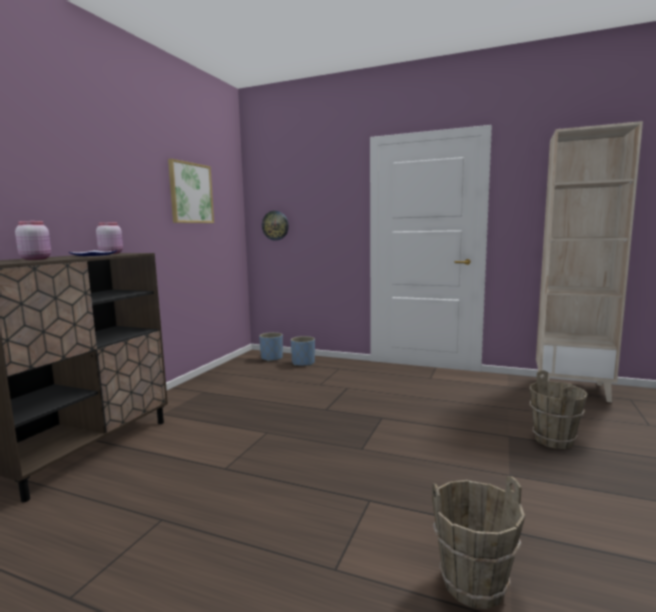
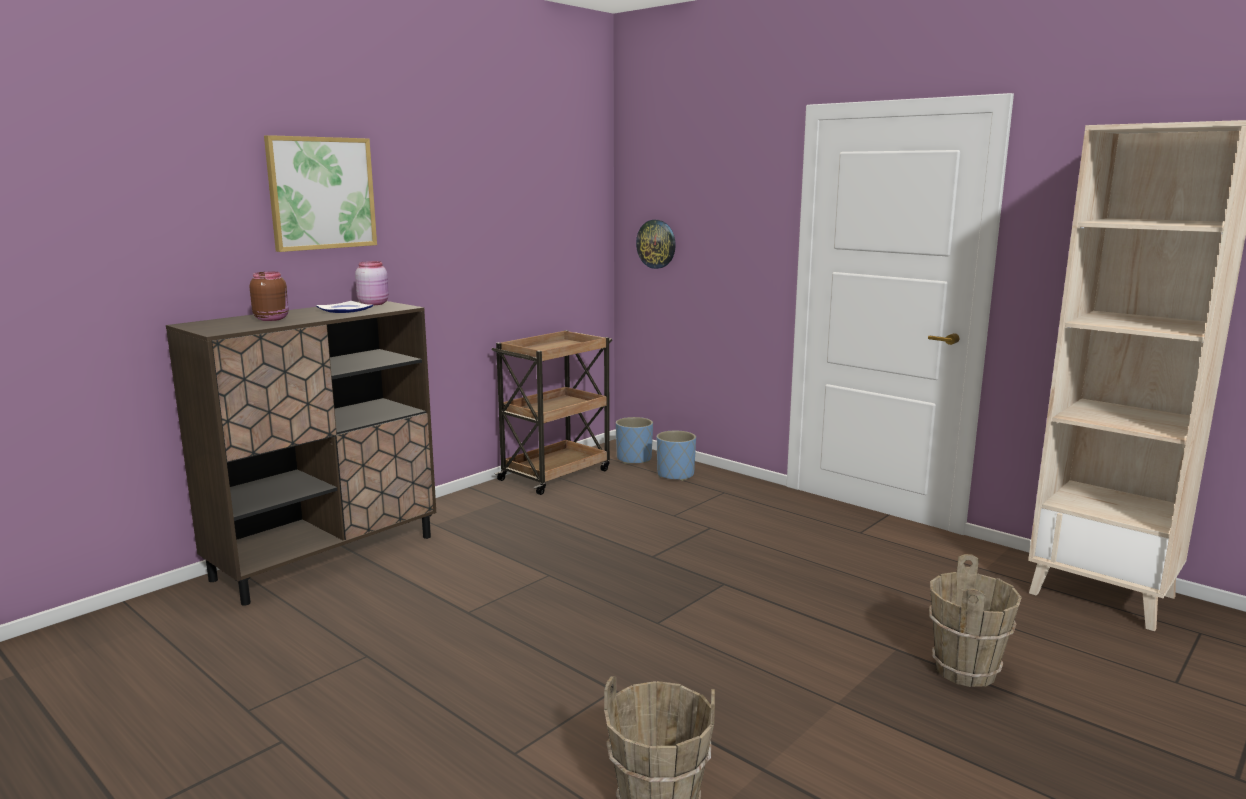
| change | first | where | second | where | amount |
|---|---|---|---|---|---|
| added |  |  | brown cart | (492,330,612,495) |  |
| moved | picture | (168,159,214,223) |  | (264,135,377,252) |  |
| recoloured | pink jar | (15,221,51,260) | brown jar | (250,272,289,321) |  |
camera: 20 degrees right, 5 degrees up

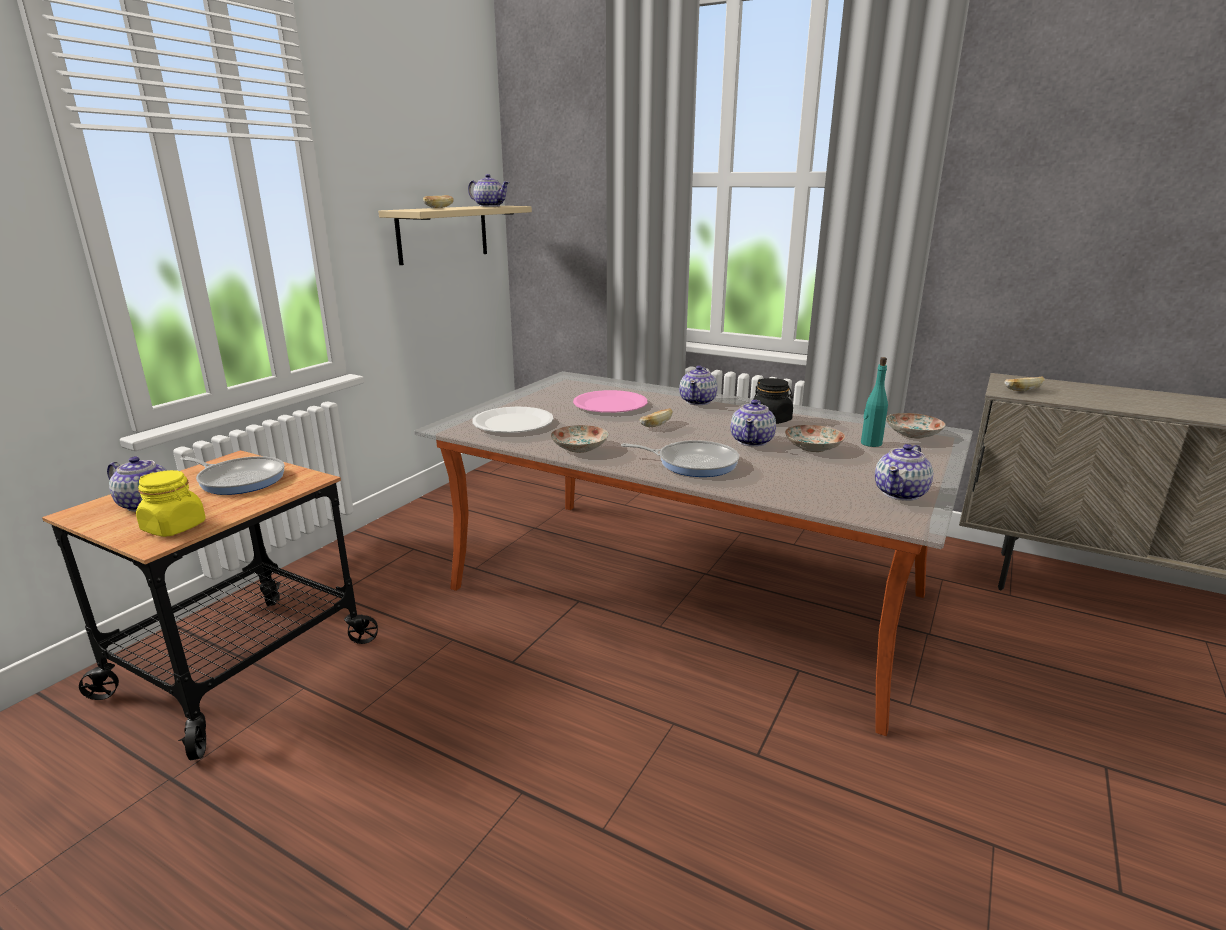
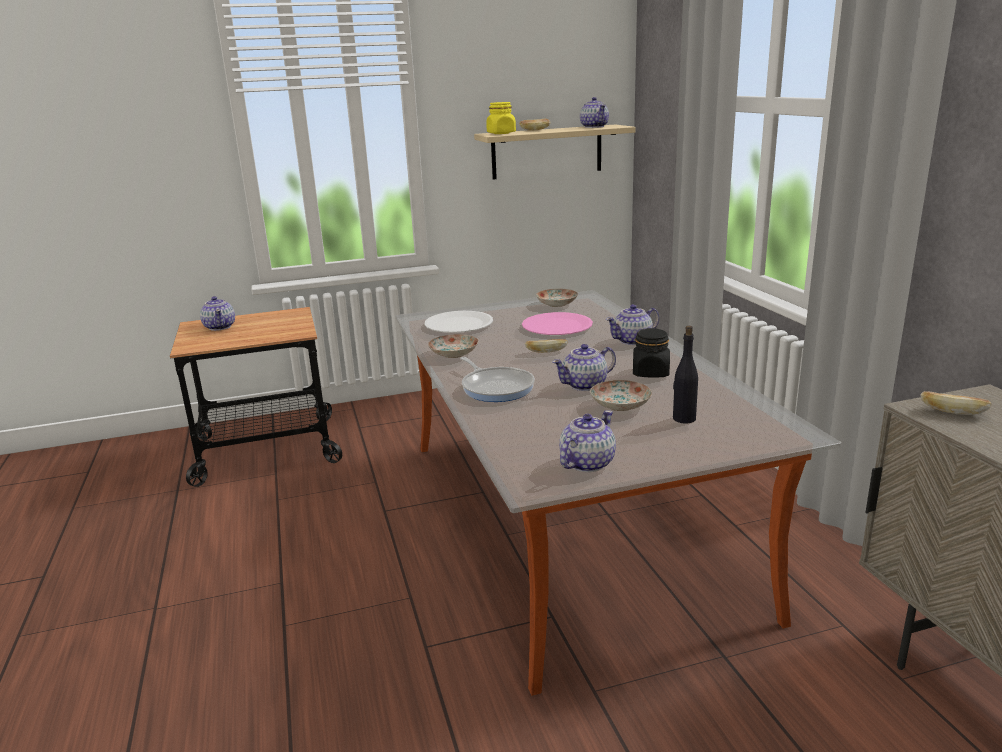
| change | first | where | second | where | amount |
|---|---|---|---|---|---|
| removed | frying pan | (180,456,285,495) |  |  |  |
| moved | yellow jar | (136,470,206,537) |  | (486,102,516,134) |  |
| moved | plate | (886,413,945,438) |  | (536,289,578,307) |  |
| recoloured | turquoise bottle | (861,357,888,447) | black bottle | (673,326,698,424) |  |
| turned | teapot | (875,444,933,501) |  | (559,410,616,472) | 135 degrees clockwise |
camera: 45 degrees right, 0 degrees up

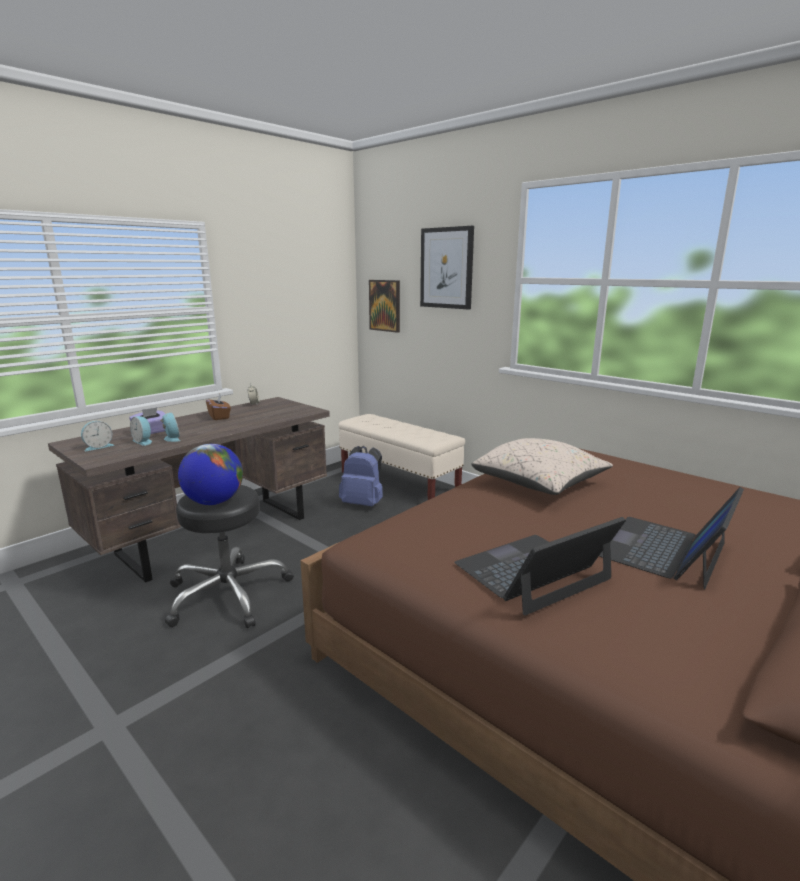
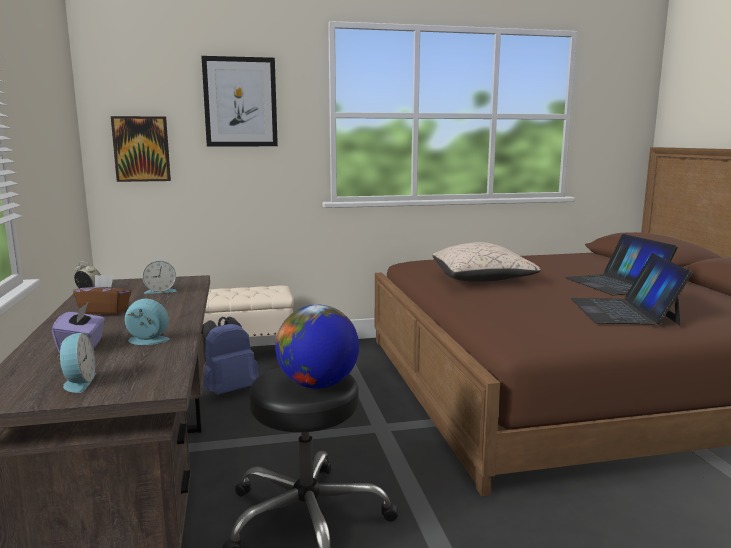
| change | first | where | second | where | amount |
|---|---|---|---|---|---|
| moved | alarm clock | (130,416,152,446) |  | (142,260,177,294) |  |
camera: 55 degrees left, 5 degrees down

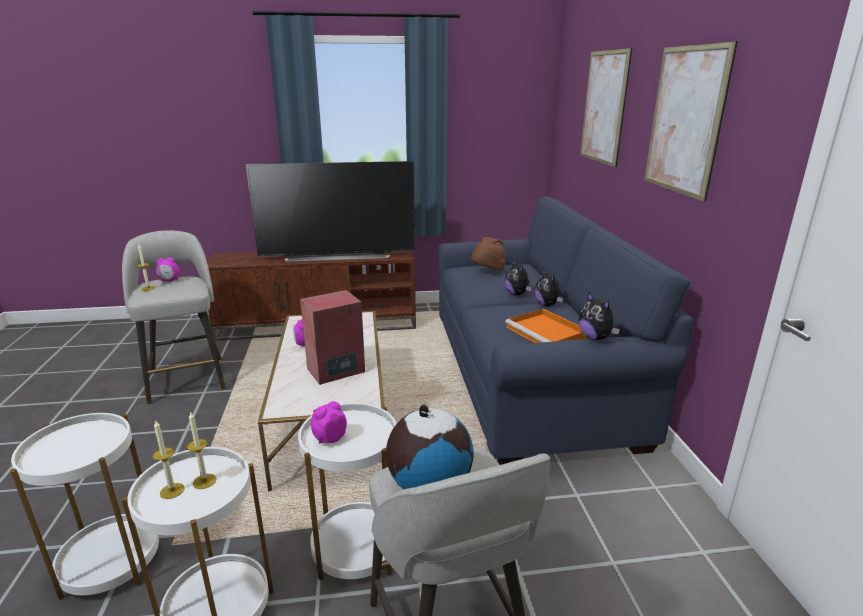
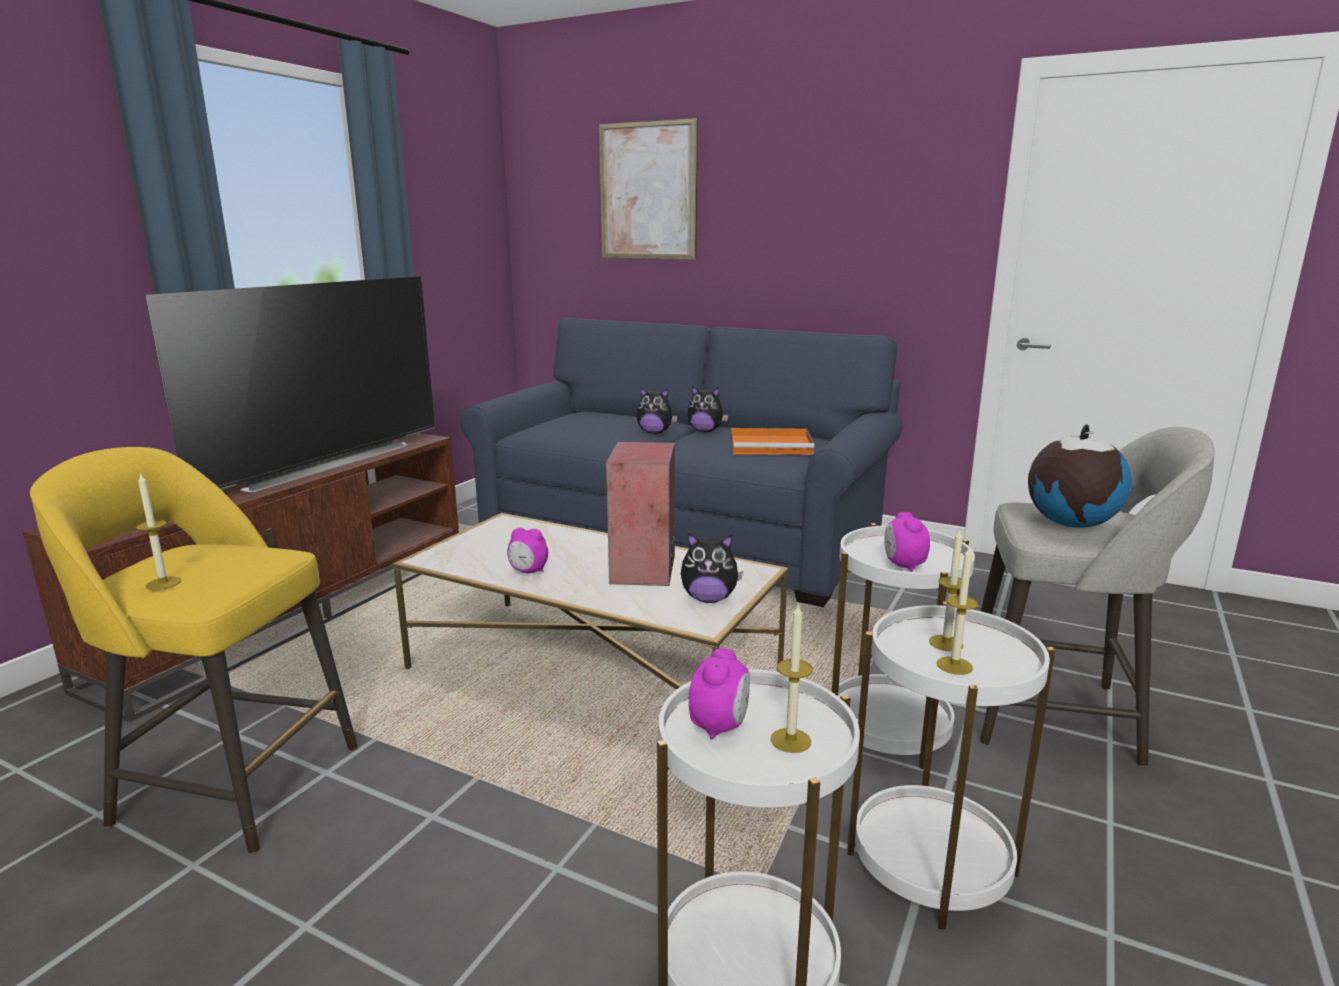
| change | first | where | second | where | amount |
|---|---|---|---|---|---|
| removed | brown hat | (471,237,506,271) |  |  |  |
| removed | picture | (644,41,738,202) |  |  |  |
| added |  |  | candle | (771,603,813,753) |  |
| moved | alarm clock | (156,257,179,282) |  | (689,648,750,740) |  |
| moved | plush toy | (579,292,620,340) |  | (681,533,743,603) |  |
| recoloured | grey stool | (122,230,226,404) | yellow stool | (30,447,358,853) |  |
camera: 55 degrees left, 5 degrees down

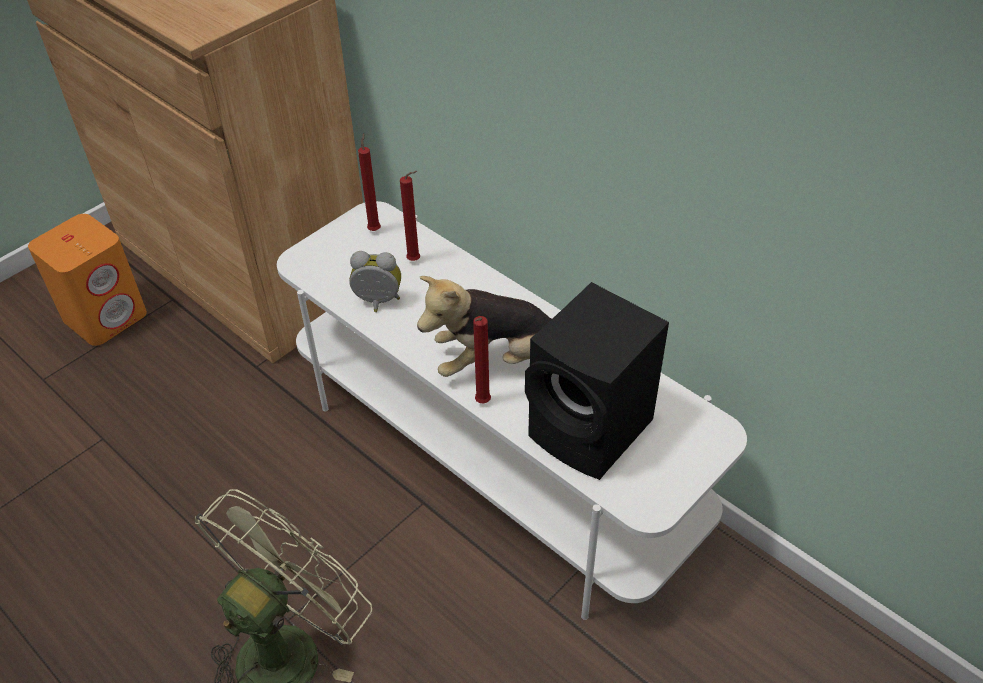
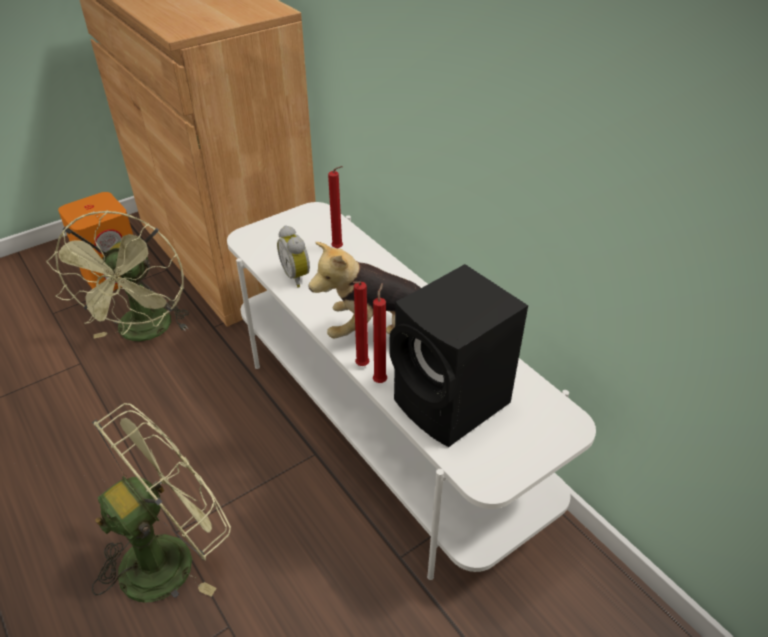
| change | first | where | second | where | amount |
|---|---|---|---|---|---|
| added |  |  | green fan | (46,210,189,341) |  |
| moved | red candle | (358,133,381,231) |  | (373,283,387,383) |  |
| turned | alarm clock | (349,251,401,312) |  | (277,225,310,287) | 135 degrees counterclockwise |
camera: 10 degrees right, 5 degrees down

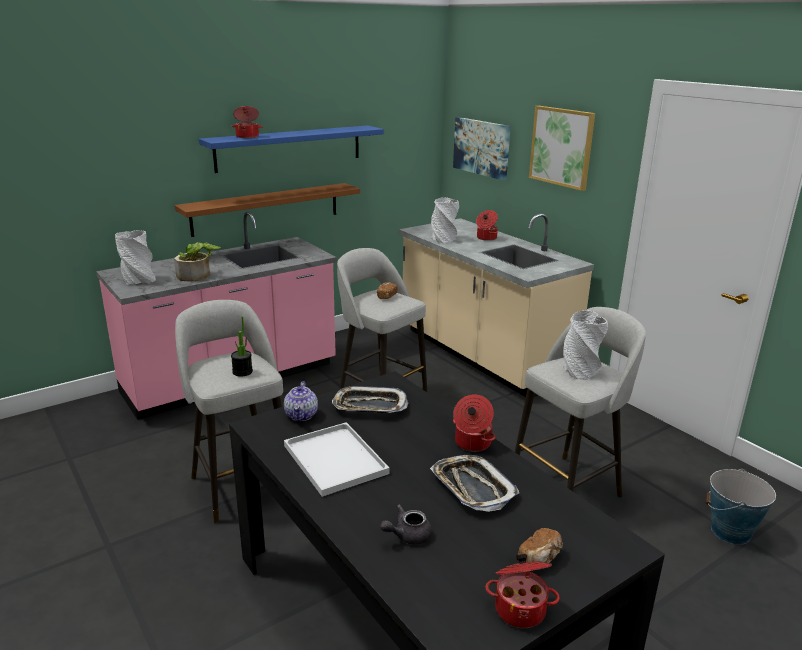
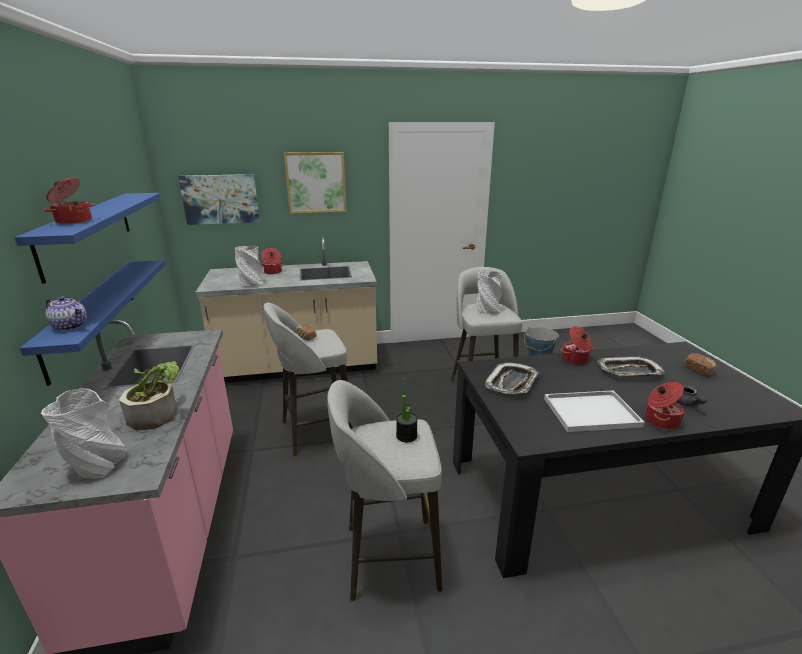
| change | first | where | second | where | amount |
|---|---|---|---|---|---|
| moved | teapot | (284,381,318,421) |  | (46,296,87,331) |  |
| moved | cooking pot | (485,554,560,628) |  | (645,382,685,429) |  |
| recoloured | brown shelf | (175,183,360,237) | blue shelf | (20,260,165,386) |  |
camera: 65 degrees left, 0 degrees up

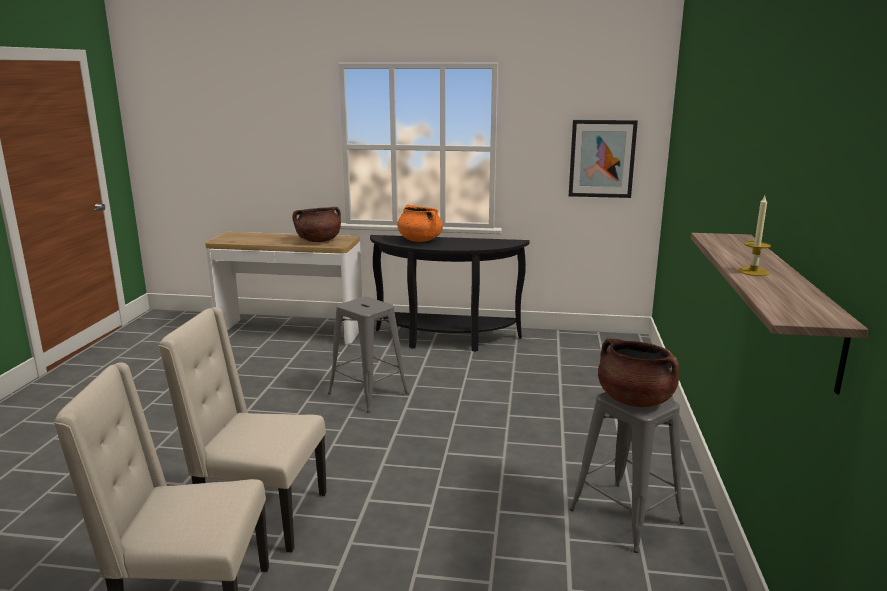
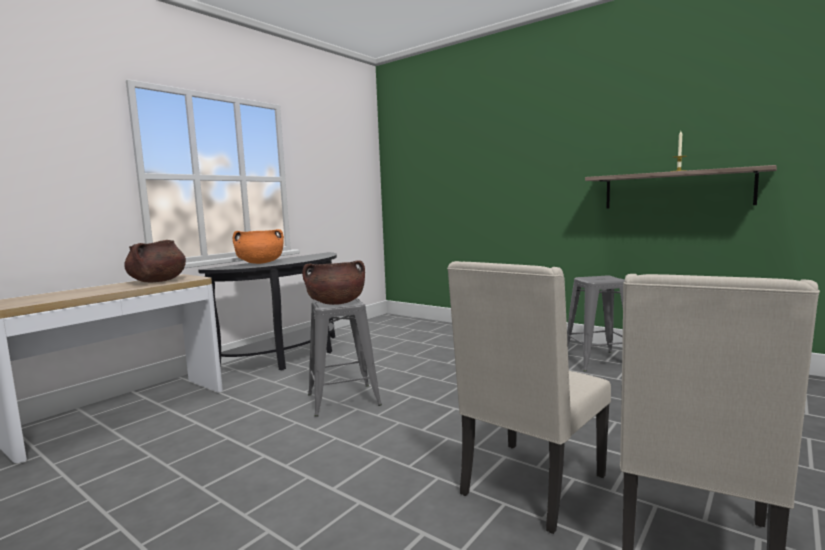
| change | first | where | second | where | amount |
|---|---|---|---|---|---|
| removed | picture | (569,120,638,198) |  |  |  |
| moved | brown cooking pot | (598,338,679,407) |  | (302,260,365,305) |  |
camera: 60 degrees left, 10 degrees down

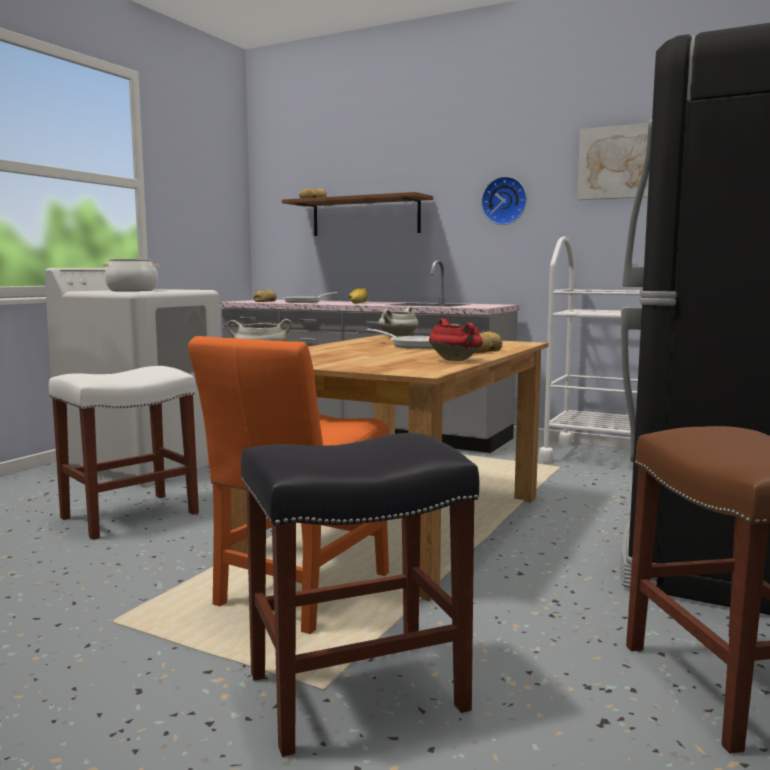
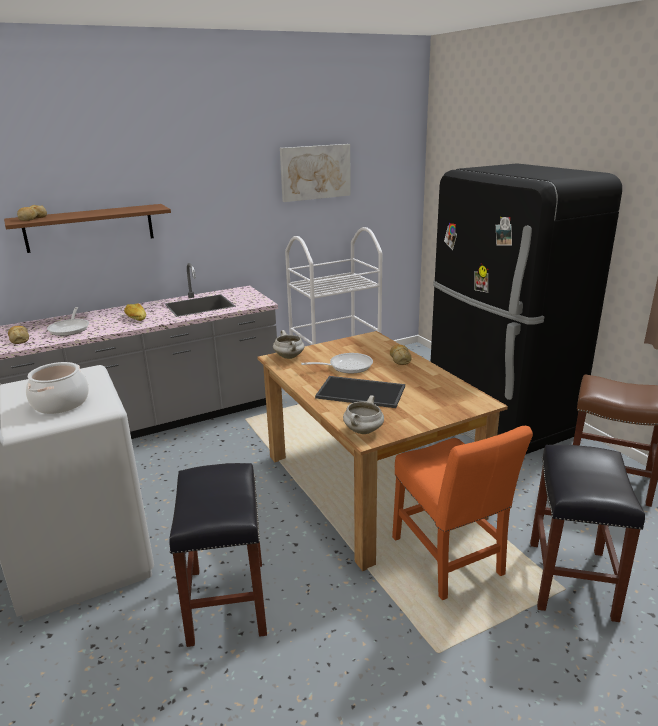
| change | first | where | second | where | amount |
|---|---|---|---|---|---|
| removed | red cooking pot | (429,319,483,361) |  |  |  |
| removed | wall clock | (481,176,527,225) |  |  |  |
| added |  |  | tray | (315,376,405,408) |  |
| recoloured | white stool | (49,366,199,540) | black stool | (169,463,267,647) |  |
camera: 55 degrees left, 15 degrees up

